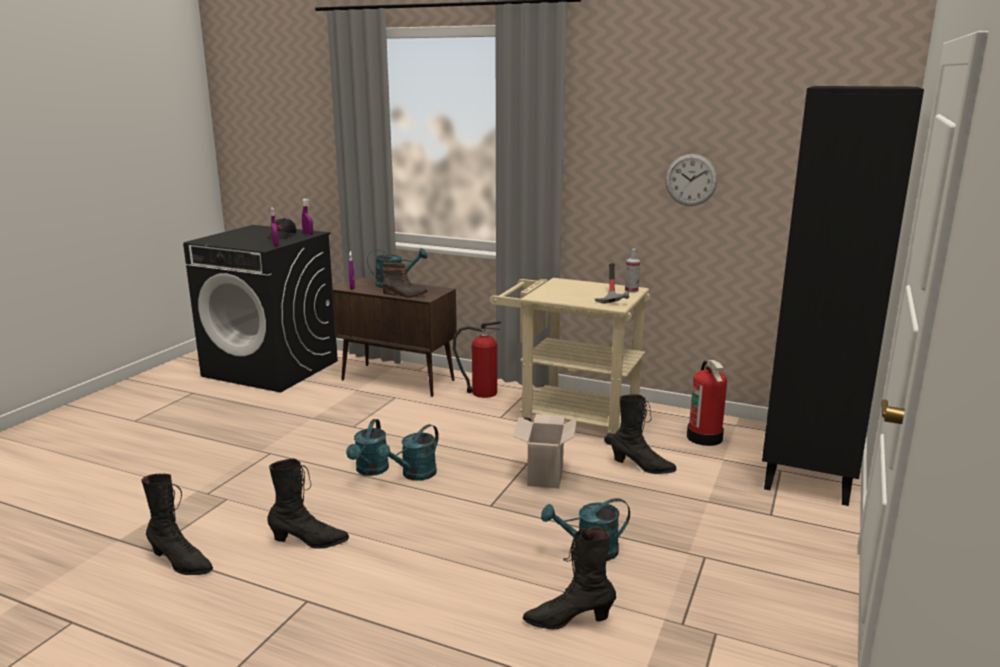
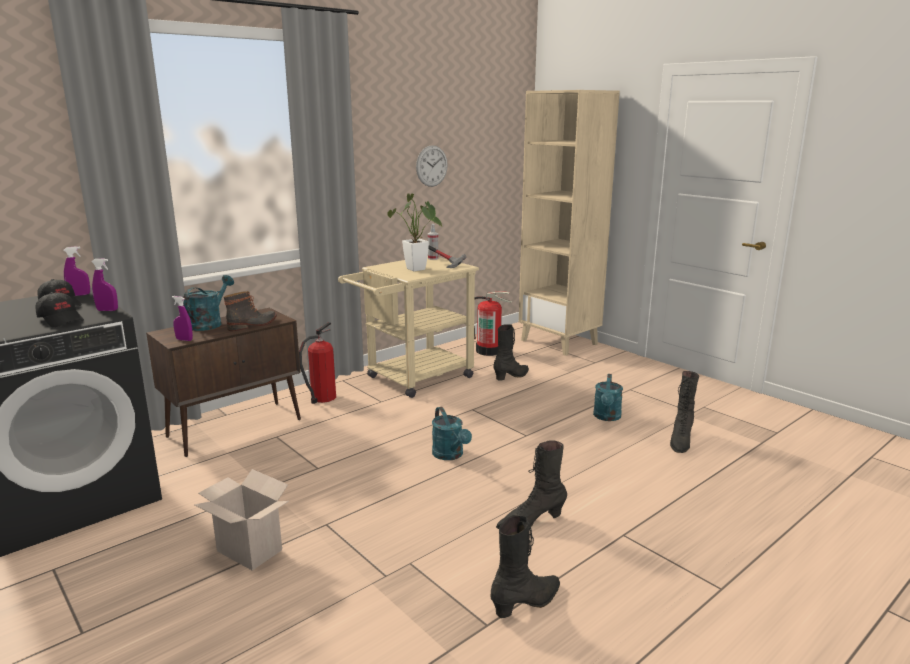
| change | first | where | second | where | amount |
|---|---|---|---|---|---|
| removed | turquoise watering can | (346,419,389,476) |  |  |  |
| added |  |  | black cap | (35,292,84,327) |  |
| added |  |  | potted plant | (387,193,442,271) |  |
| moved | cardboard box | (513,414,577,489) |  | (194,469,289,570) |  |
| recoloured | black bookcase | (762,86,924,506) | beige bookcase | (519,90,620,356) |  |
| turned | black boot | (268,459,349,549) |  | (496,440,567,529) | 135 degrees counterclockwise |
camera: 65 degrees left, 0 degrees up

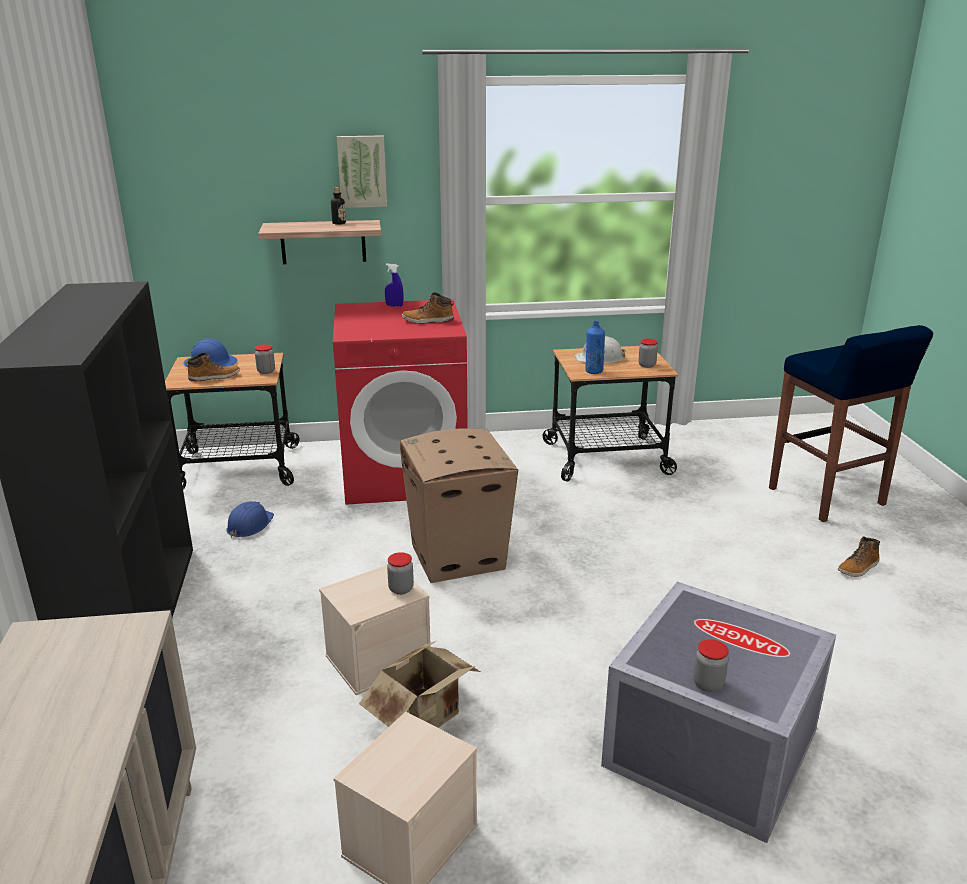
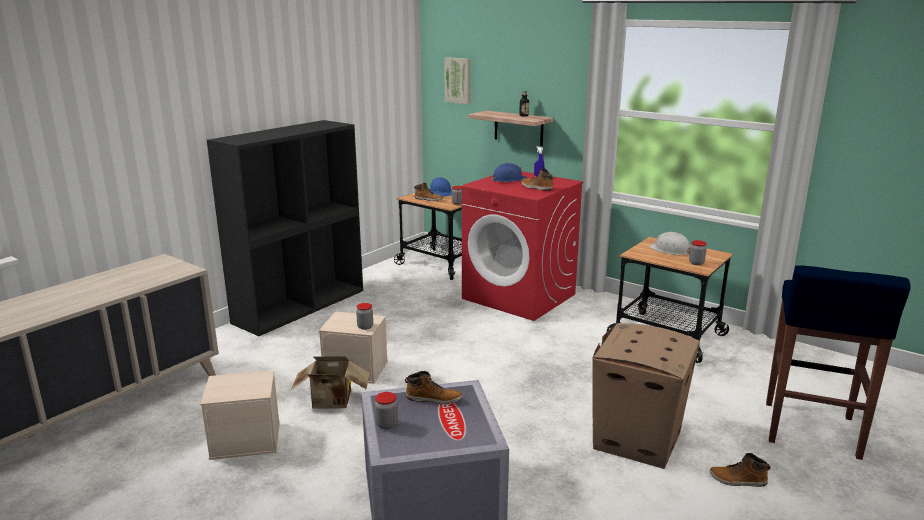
| change | first | where | second | where | amount |
|---|---|---|---|---|---|
| removed | blue bottle | (585,320,605,374) |  |  |  |
| added |  |  | boot | (405,371,462,404) |  |
| moved | blue hard hat | (226,501,274,538) |  | (492,163,528,182) |  |
| moved | picture | (337,135,387,208) |  | (444,57,471,104) |  |
| moved | cardboard box | (400,428,518,583) |  | (592,323,699,469) |  |
camera: 45 degrees right, 5 degrees down

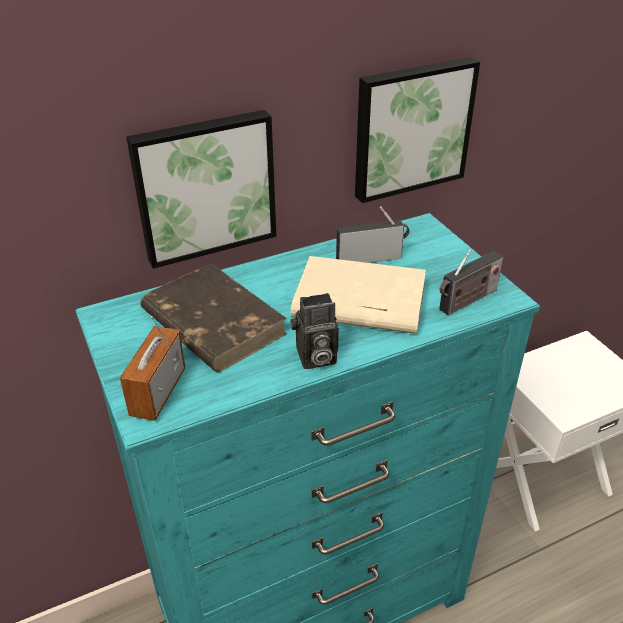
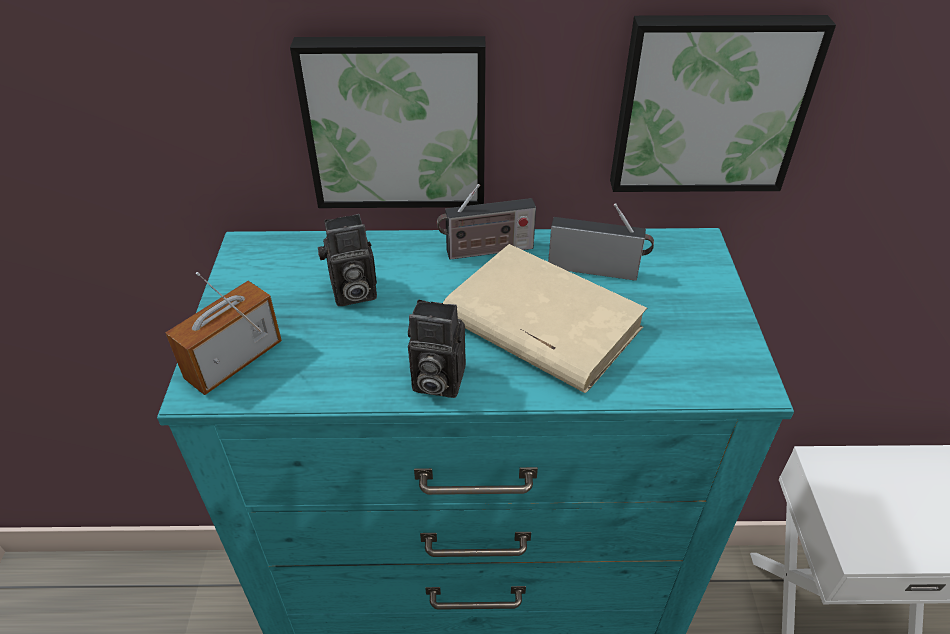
| change | first | where | second | where | amount |
|---|---|---|---|---|---|
| moved | radio | (439,249,503,316) |  | (437,184,536,260) |  |
| replaced | brown book | (140,263,287,372) | photo camera | (318,214,377,306) |  |
camera: 25 degrees right, 5 degrees up

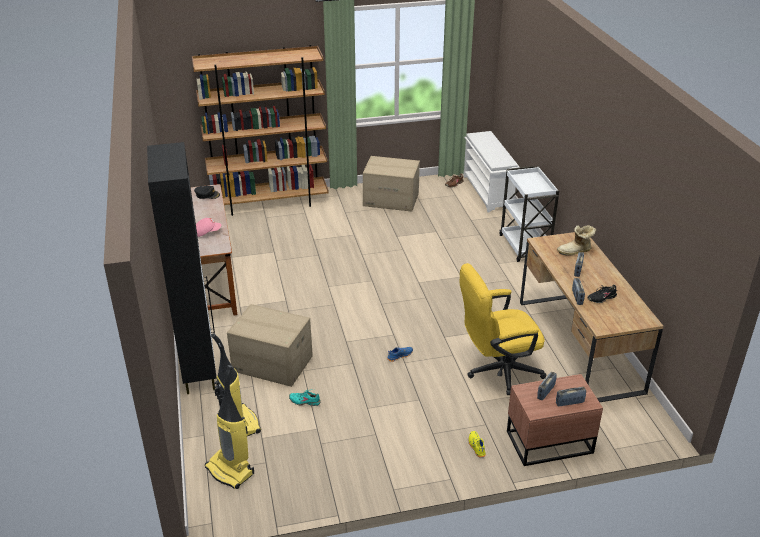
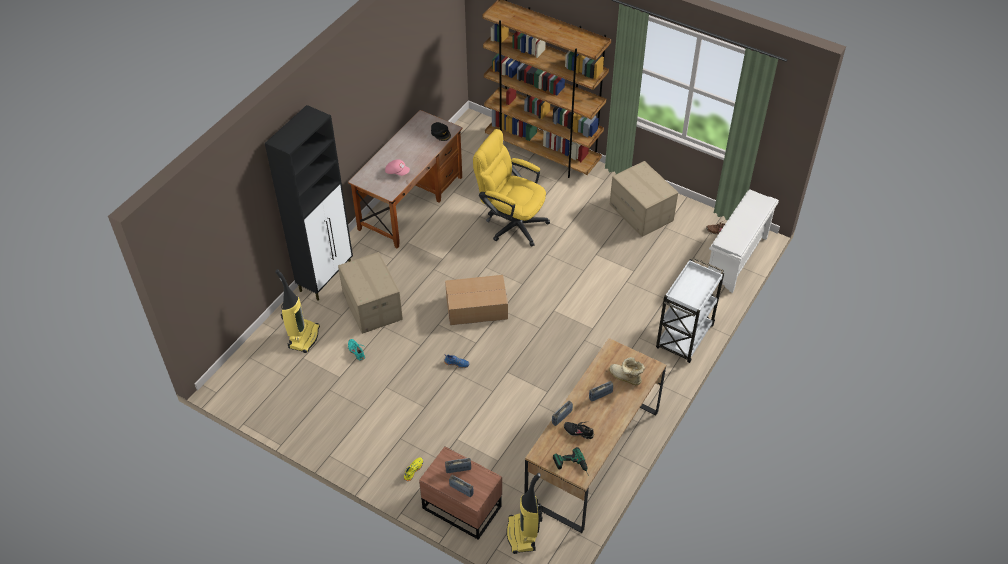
| change | first | where | second | where | amount |
|---|---|---|---|---|---|
| added |  |  | cardboard box | (445,275,508,325) |  |
| added |  |  | power drill | (553,447,589,476) |  |
| moved | vacuum cleaner | (205,365,254,489) |  | (507,473,543,554) |  |
| moved | yellow office chair | (460,263,547,395) |  | (473,129,550,247) |  |
camera: 45 degrees right, 15 degrees up

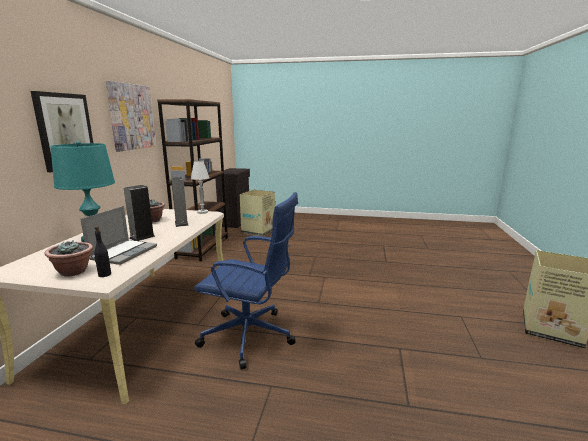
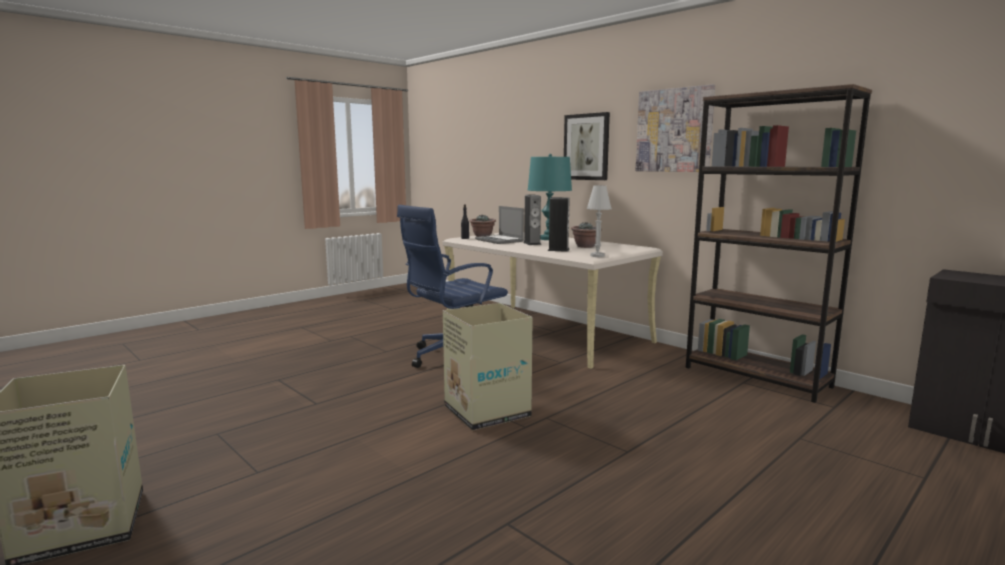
| change | first | where | second | where | amount |
|---|---|---|---|---|---|
| moved | cardboard box | (240,190,276,236) |  | (443,303,533,431) |  |
camera: 125 degrees right, 5 degrees down

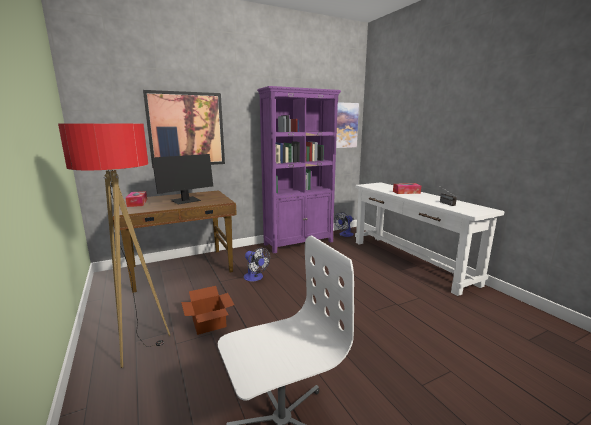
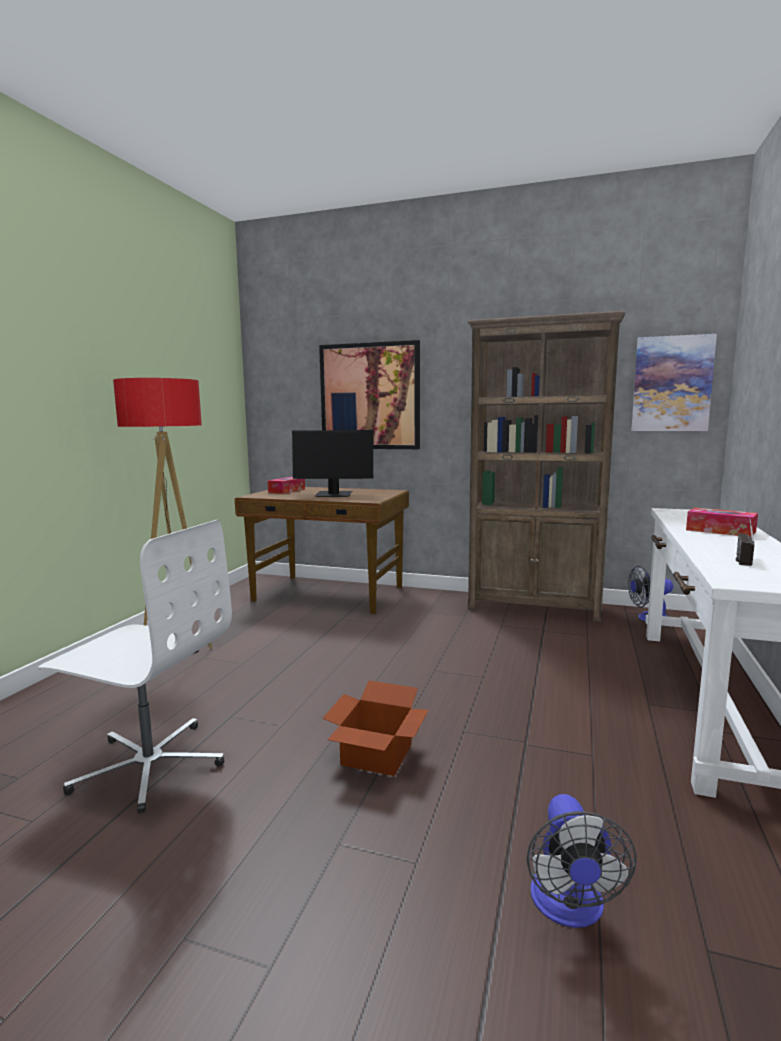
| change | first | where | second | where | amount |
|---|---|---|---|---|---|
| moved | cardboard box | (181,286,234,335) |  | (322,680,429,776) |  |
| moved | fan | (244,248,270,281) |  | (527,794,637,928) |  |
| recoloured | purple bookcase | (257,86,341,253) | brown bookcase | (468,311,625,622) |  |
camera: 45 degrees right, 5 degrees down

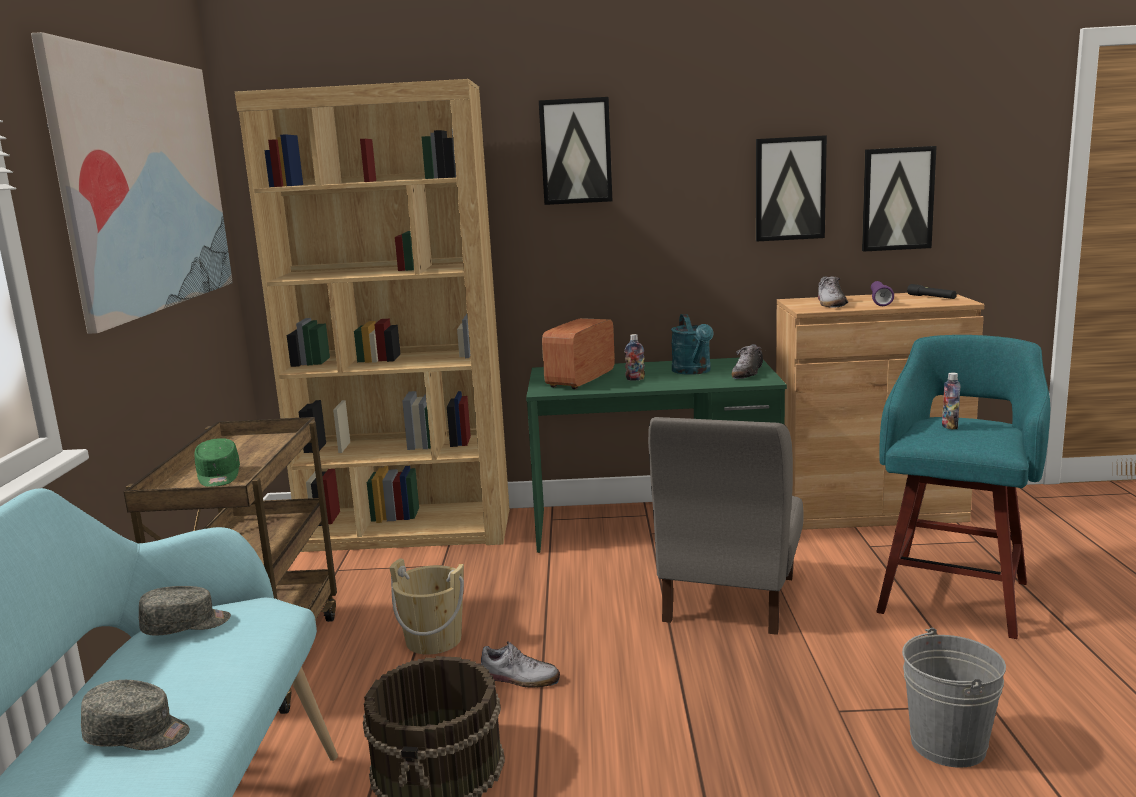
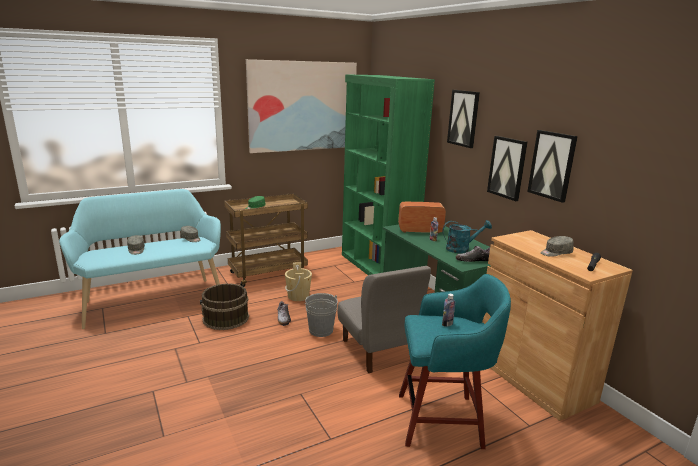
| change | first | where | second | where | amount |
|---|---|---|---|---|---|
| removed | shoe | (818,276,848,308) |  |  |  |
| moved | picture | (862,146,937,252) |  | (487,136,528,201) |  |
| moved | grey bucket | (902,628,1006,768) |  | (304,293,338,337) |  |
| replaced | purple flashlight | (871,281,894,306) | grey cap | (541,236,574,257) |  |
| recoloured | brown bookcase | (235,79,510,552) | green bookcase | (342,74,435,275) |  |
| turned | grey chair | (648,417,803,635) |  | (337,266,431,373) | 105 degrees counterclockwise |
| turned | turquoise watering can | (671,314,714,375) |  | (443,220,492,253) | 150 degrees counterclockwise |
camera: 60 degrees right, 5 degrees up

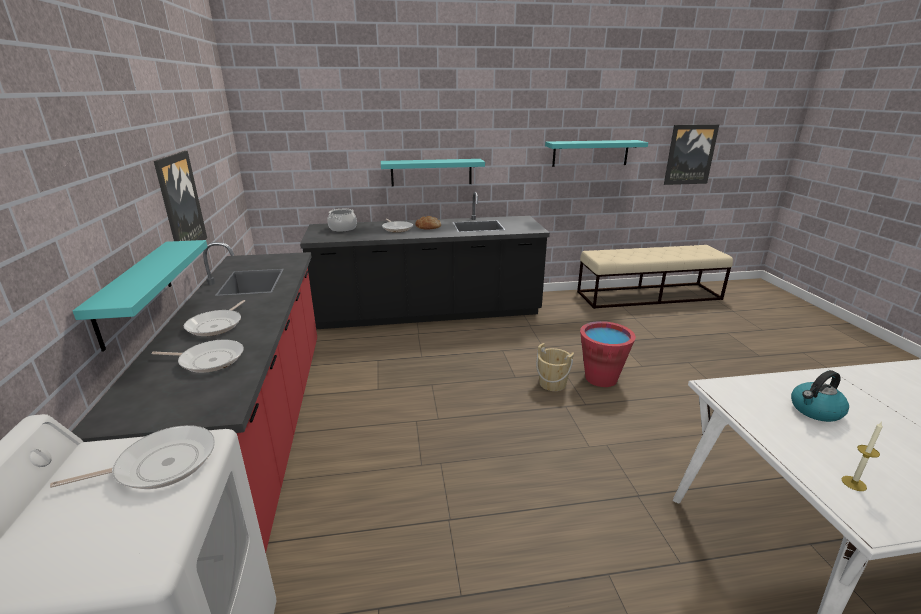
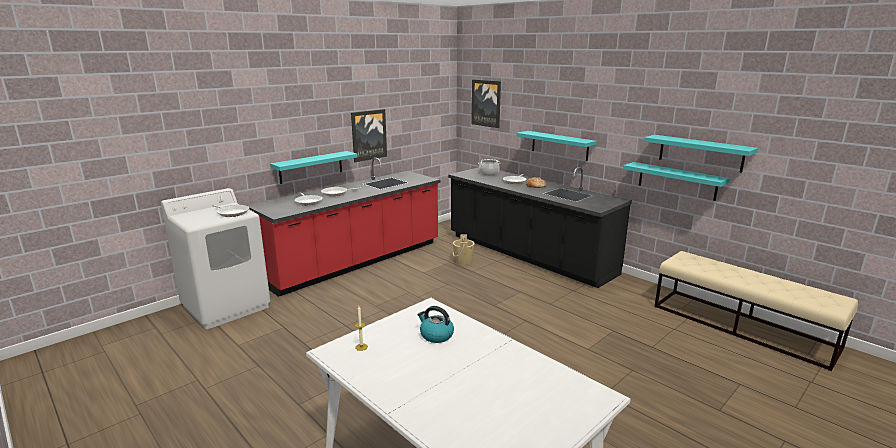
| change | first | where | second | where | amount |
|---|---|---|---|---|---|
| removed | red bucket | (580,321,636,387) |  |  |  |
| added |  |  | turquoise shelf | (623,162,730,201) |  |
| moved | beige bucket | (536,343,574,391) |  | (453,234,475,265) |  |
| moved | picture | (664,124,719,185) |  | (471,79,501,128) |  |
camera: 55 degrees right, 5 degrees down

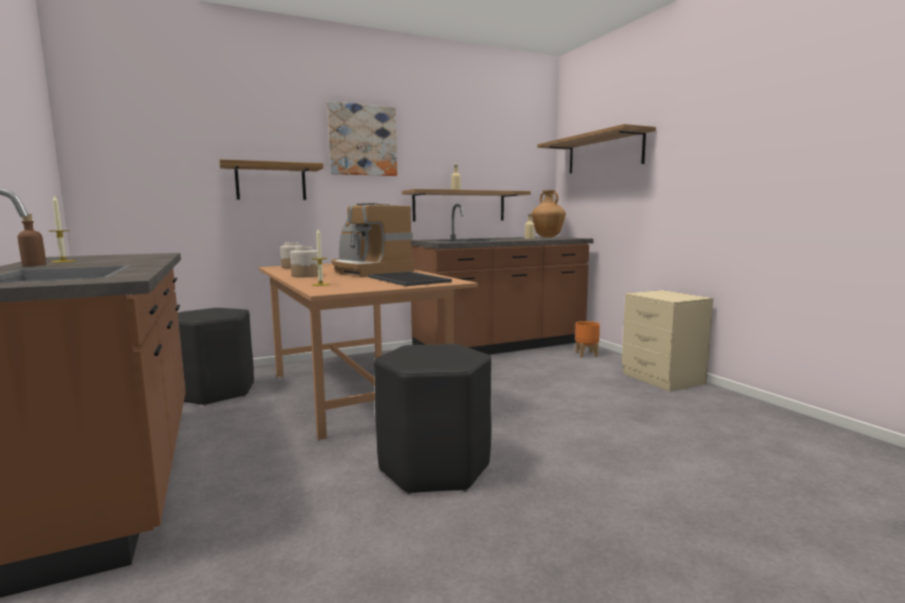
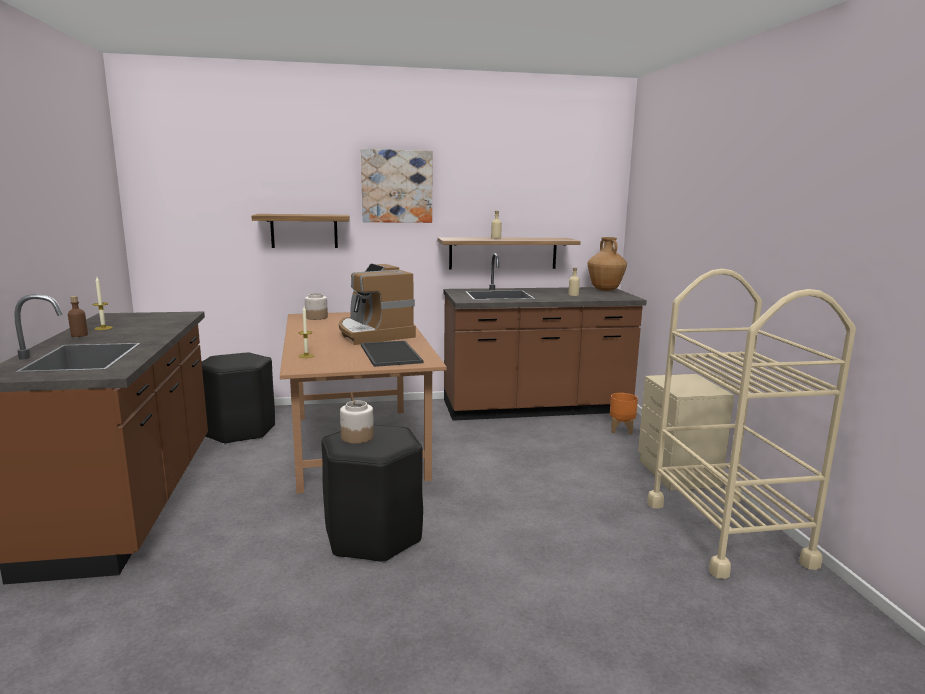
| change | first | where | second | where | amount |
|---|---|---|---|---|---|
| removed | shelf | (537,124,656,173) |  |  |  |
| added |  |  | beige cart | (647,269,856,579) |  |
| moved | jar | (290,246,318,277) |  | (340,401,374,444) |  |
camera: 15 degrees right, 5 degrees up

